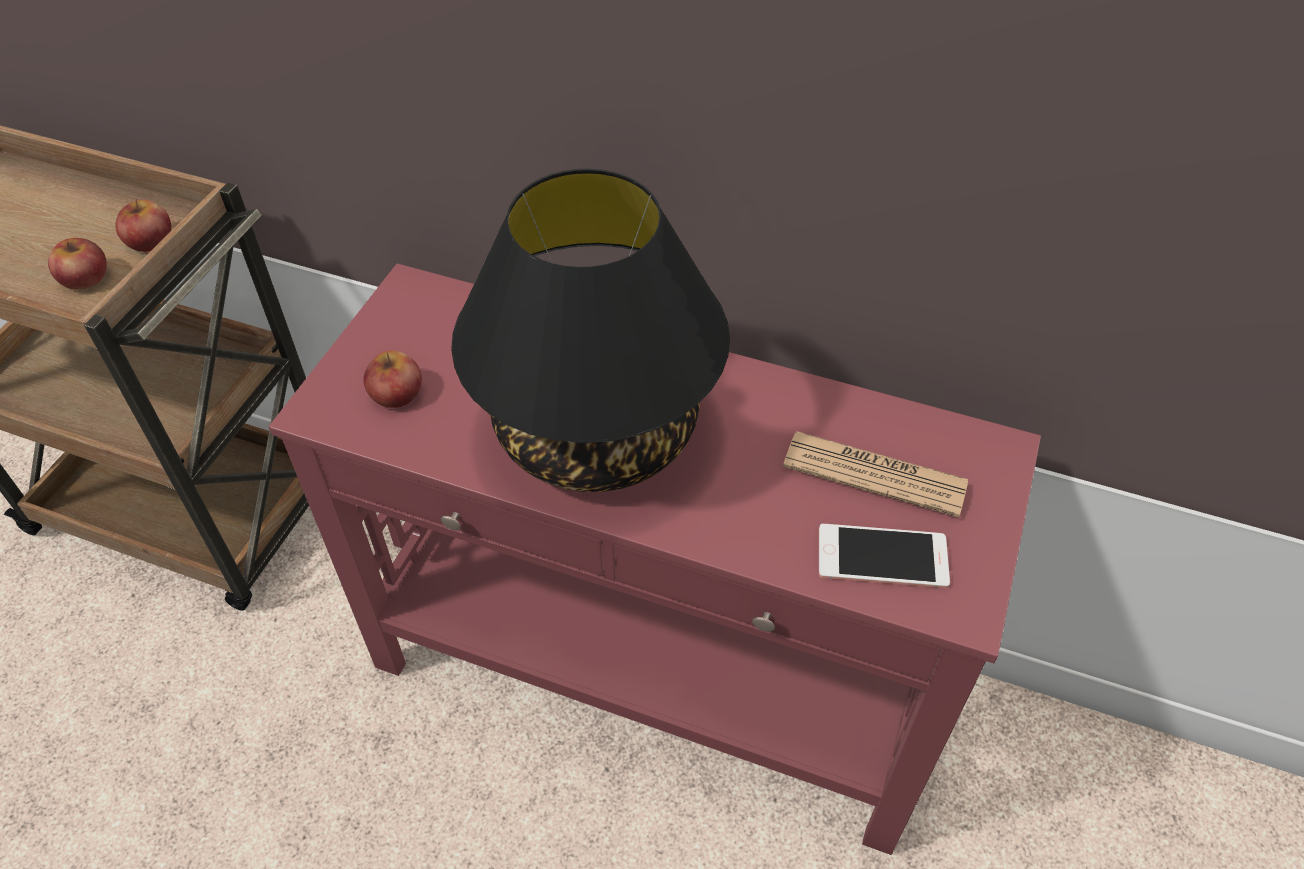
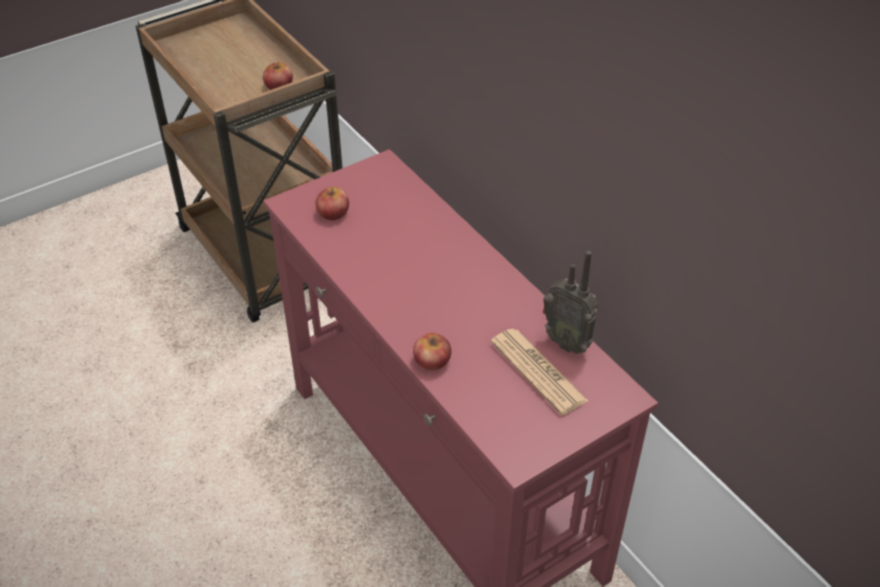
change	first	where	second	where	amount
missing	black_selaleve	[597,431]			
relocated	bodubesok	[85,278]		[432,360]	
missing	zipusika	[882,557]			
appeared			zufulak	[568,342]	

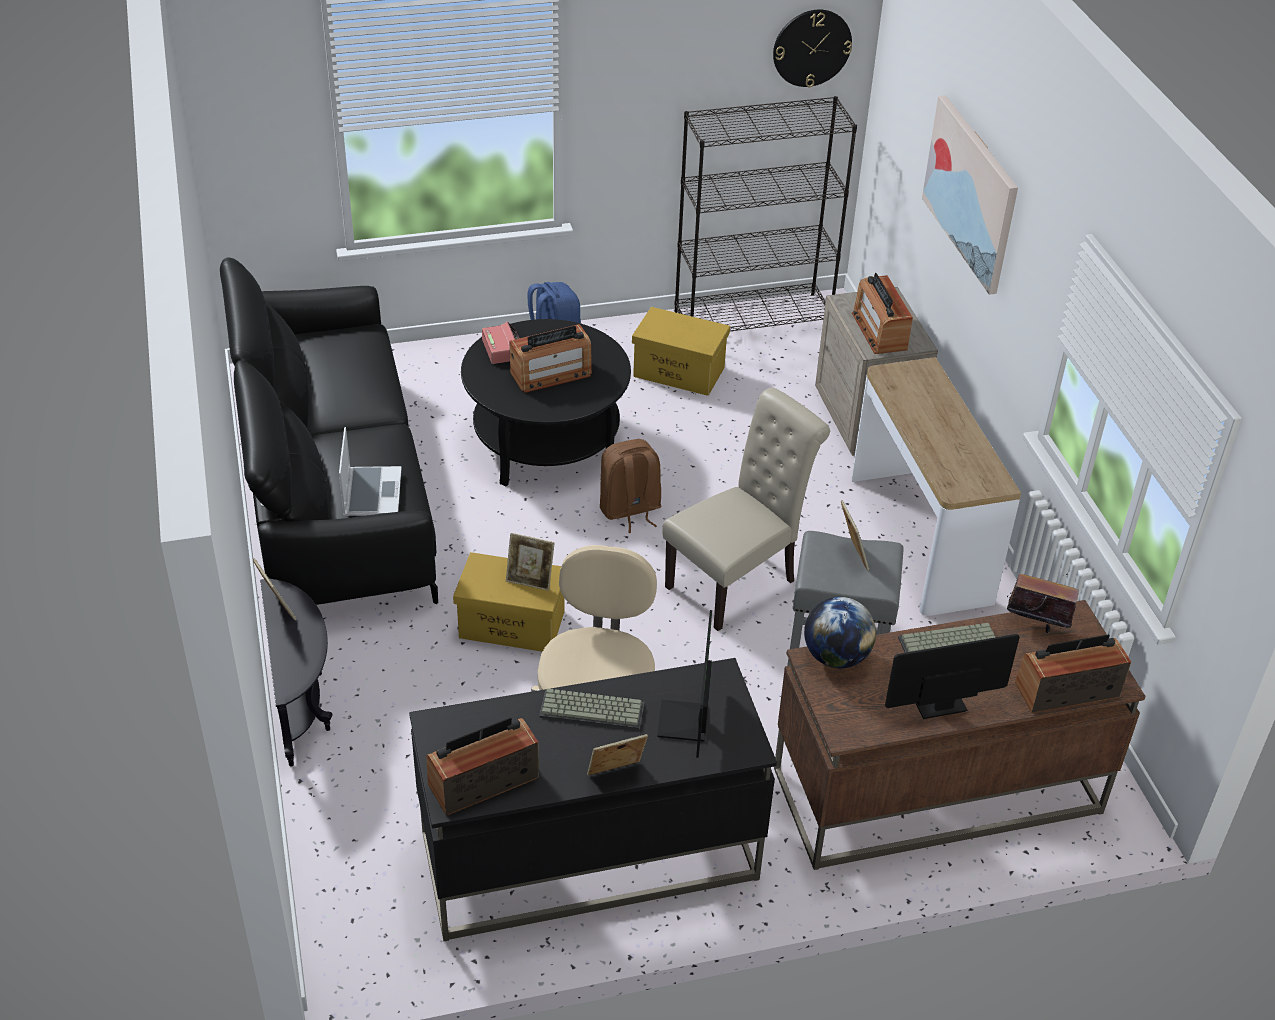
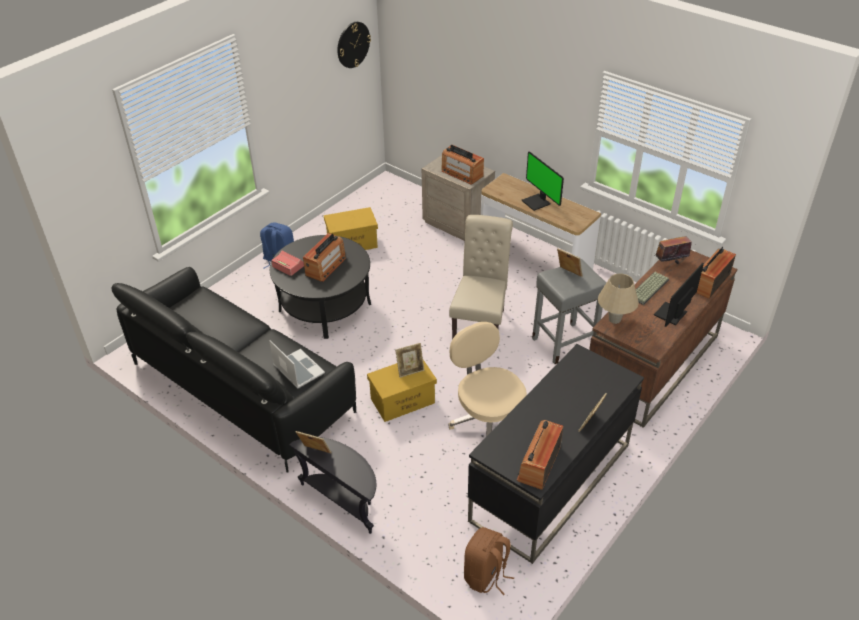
change	first	where	second	where	amount
missing	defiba	[971,192]			
missing	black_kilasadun	[753,317]			
relocated	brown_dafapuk	[630,510]		[486,576]	
exchanged	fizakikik	[836,657]	beige_selaleve	[614,319]	
relocated	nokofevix	[686,723]		[537,202]	
missing	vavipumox	[593,709]			

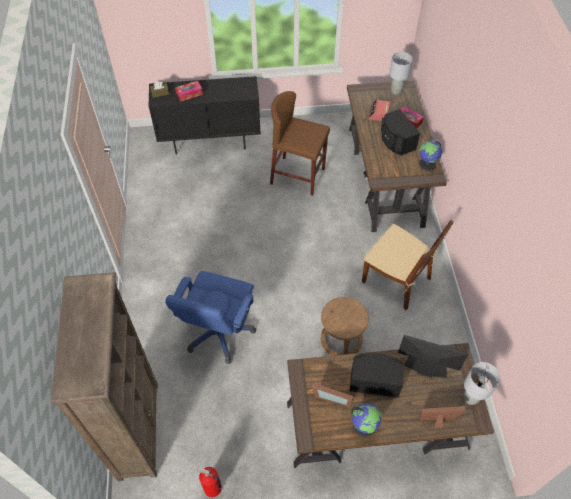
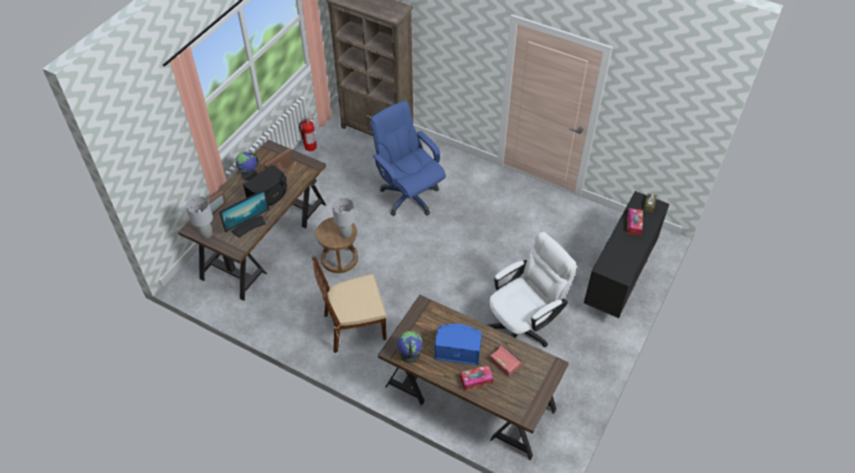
change	first	where	second	where	amount
relocated	grey_selaleve	[395,91]		[346,234]	
exchanged	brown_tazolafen	[297,176]	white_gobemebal	[523,326]	
colour	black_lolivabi	[396,141]	blue_lolivabi	[457,350]	

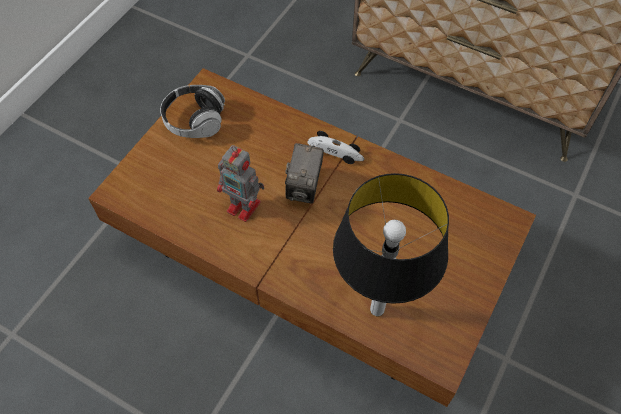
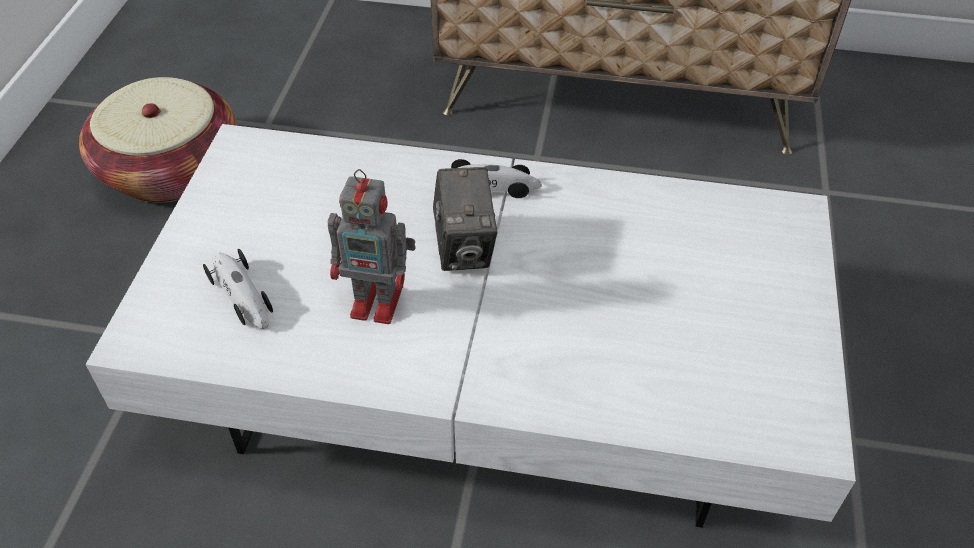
change	first	where	second	where	amount
colour	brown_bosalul	[312,256]	white_bosalul	[488,381]	
missing	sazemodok	[195,120]			
missing	selaleve	[377,310]			
appeared			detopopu	[171,169]	
appeared			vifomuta	[242,295]	

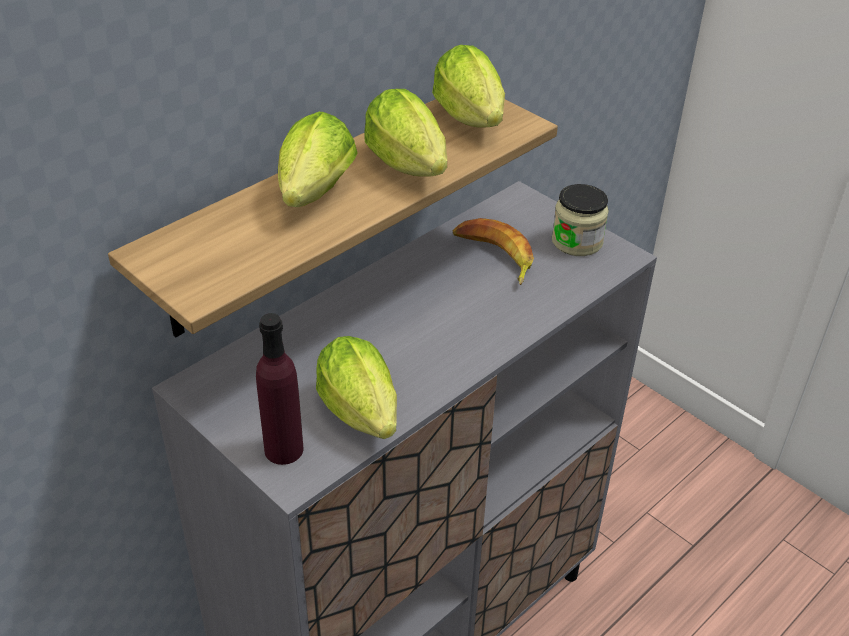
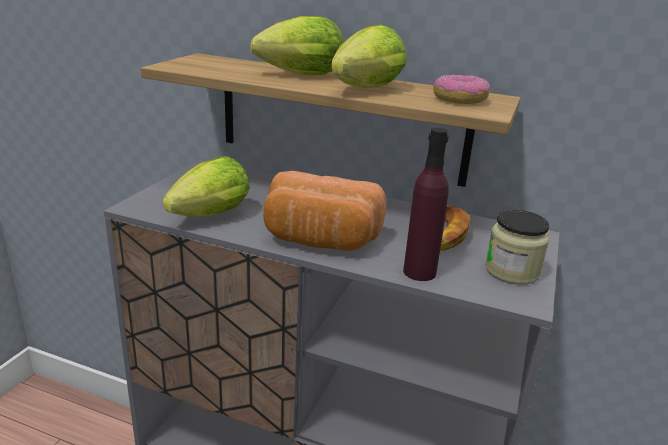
change	first	where	second	where	amount
exchanged	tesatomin	[472,122]	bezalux	[459,99]	
relocated	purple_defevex	[284,449]		[419,272]	
appeared			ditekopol	[320,240]	

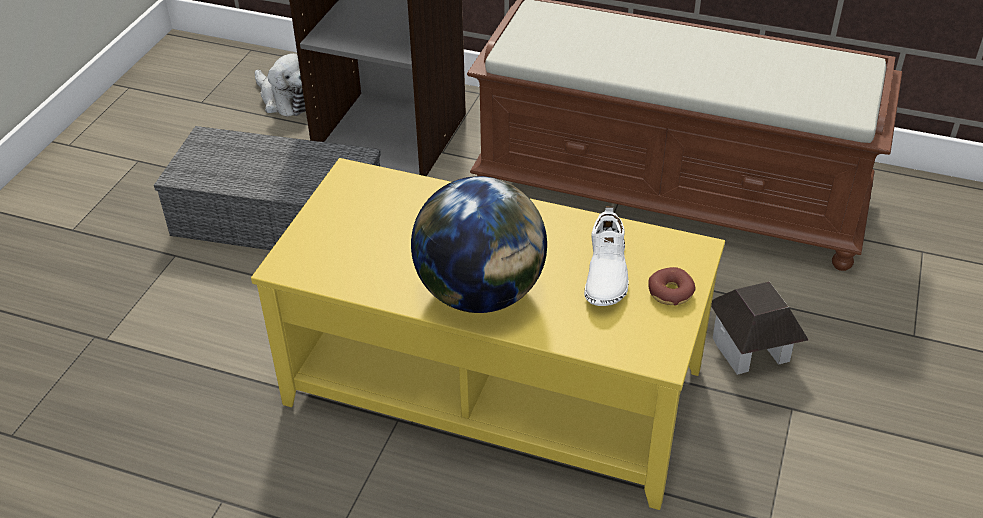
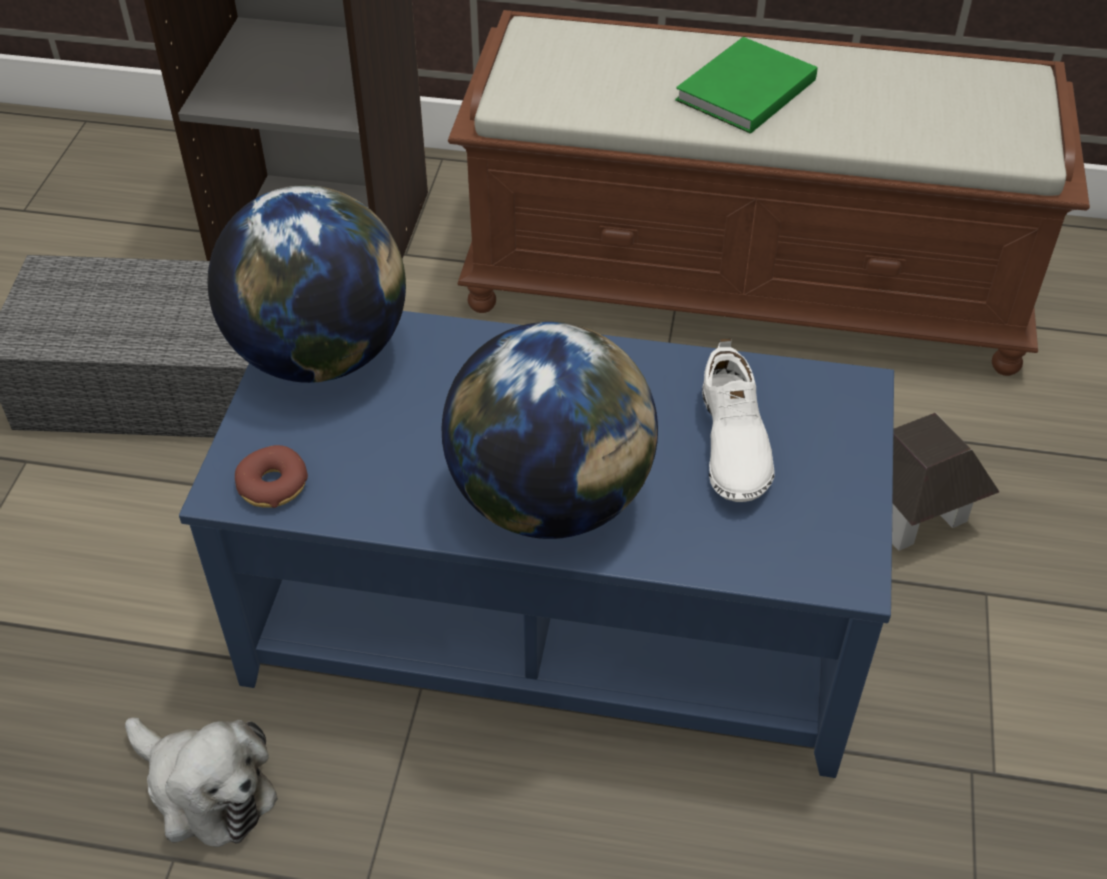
change	first	where	second	where	amount
relocated	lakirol	[285,99]		[205,790]	
colour	yellow_bosalul	[495,384]	blue_bosalul	[555,610]	
relocated	bezalux	[670,292]		[273,485]	
appeared			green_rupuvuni	[742,91]	
appeared			fizakikik	[320,355]	

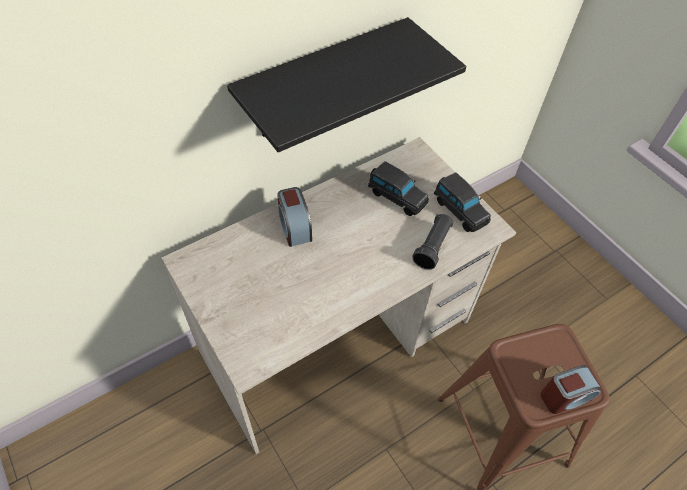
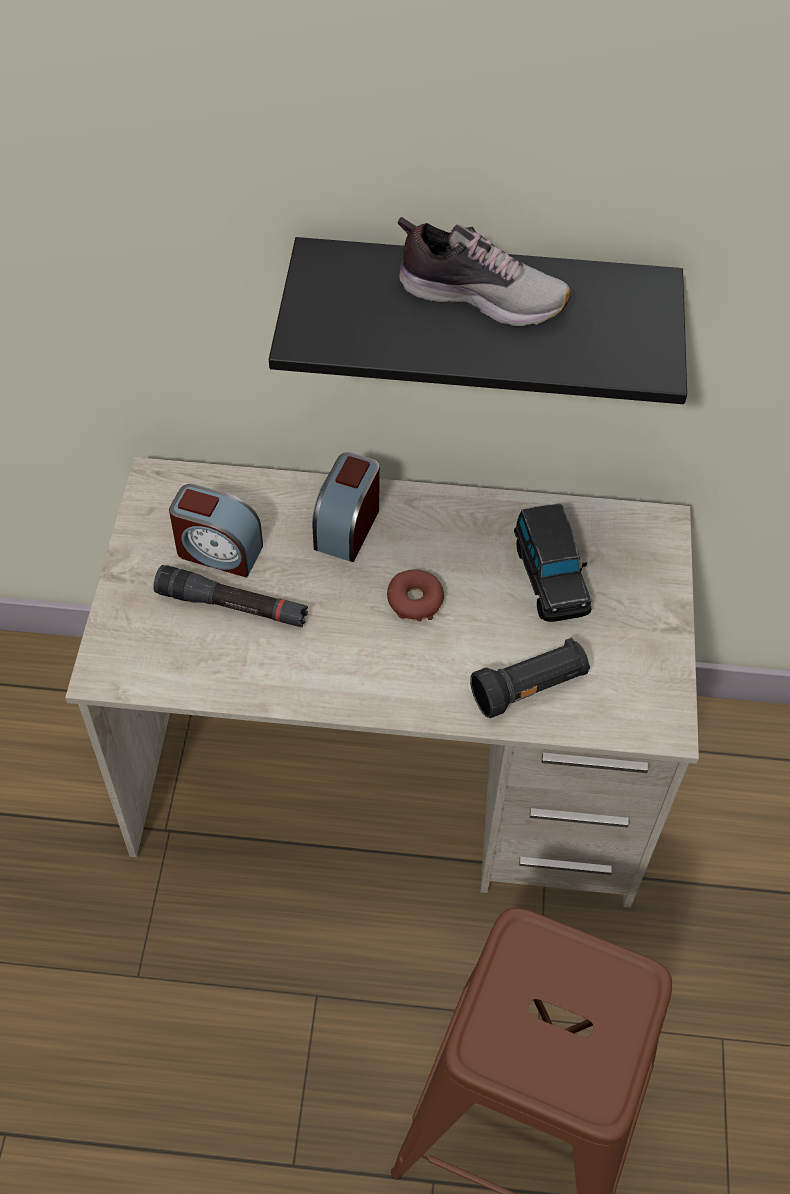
change	first	where	second	where	amount
missing	black_vifomuta	[459,210]			
relocated	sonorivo	[565,396]		[218,551]	
appeared			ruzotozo	[481,296]	
appeared			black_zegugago	[232,606]	
appeared			bezalux	[415,601]	

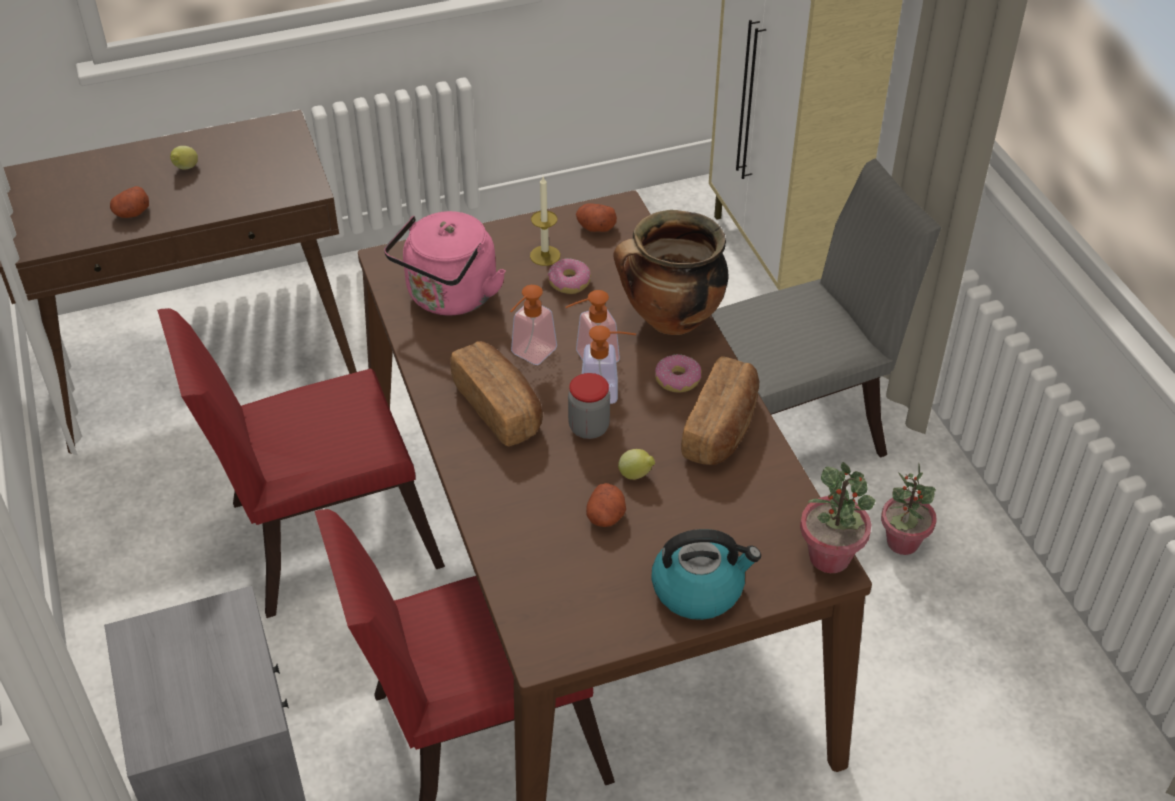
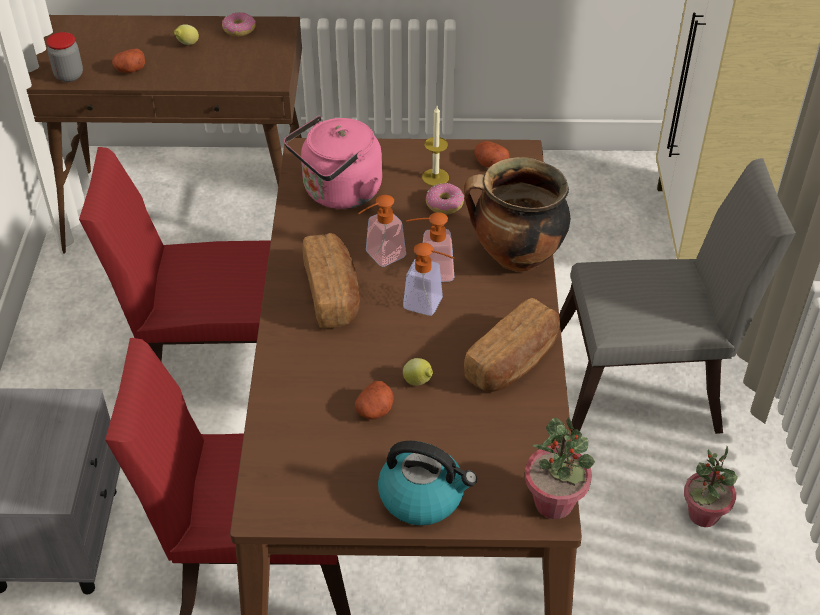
change	first	where	second	where	amount
relocated	bezalux	[677,380]		[239,30]	
relocated	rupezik	[589,427]		[69,75]	

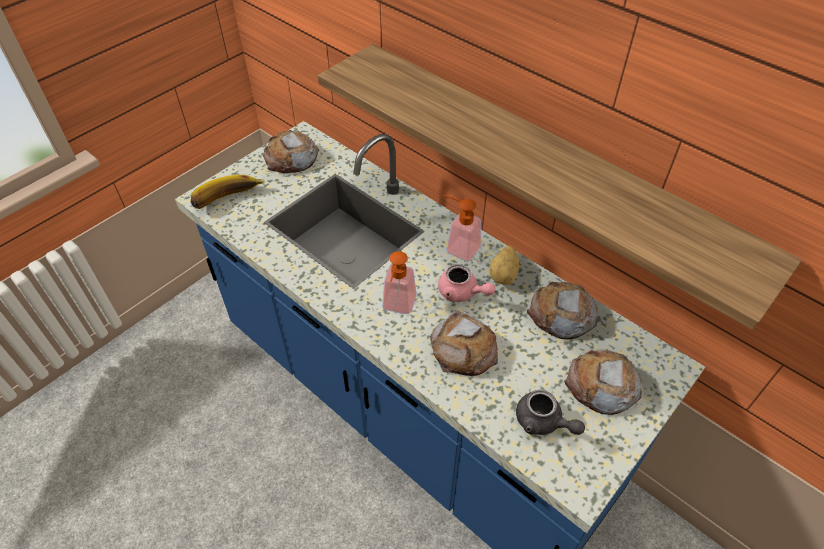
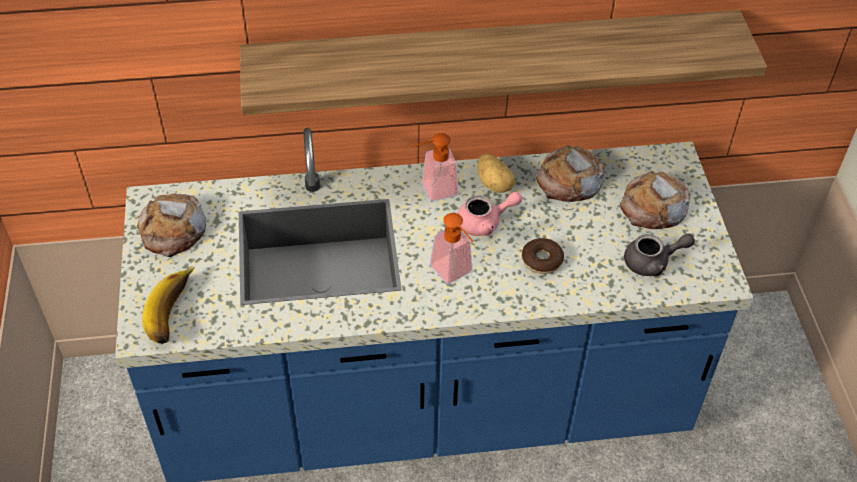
change	first	where	second	where	amount
exchanged	ditekopol	[464,348]	bezalux	[542,260]	

